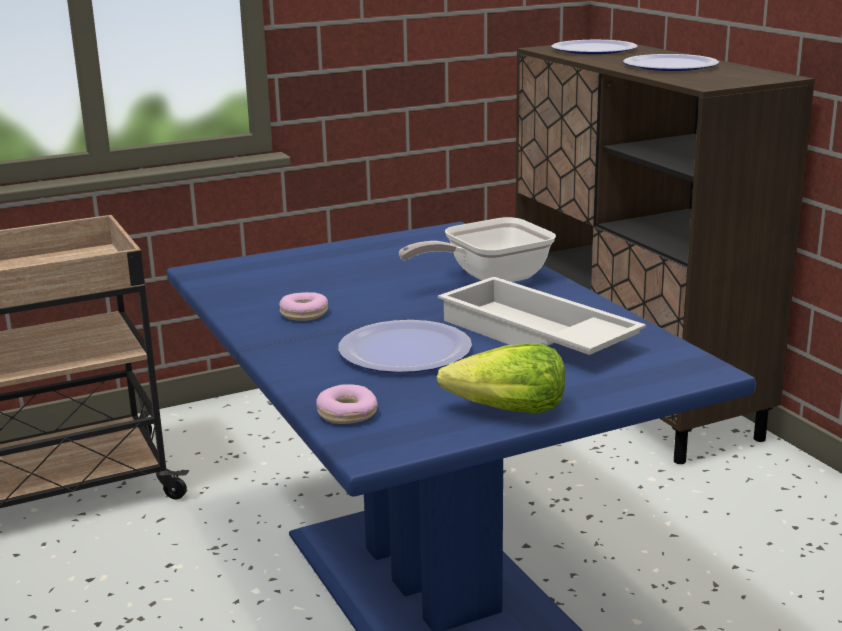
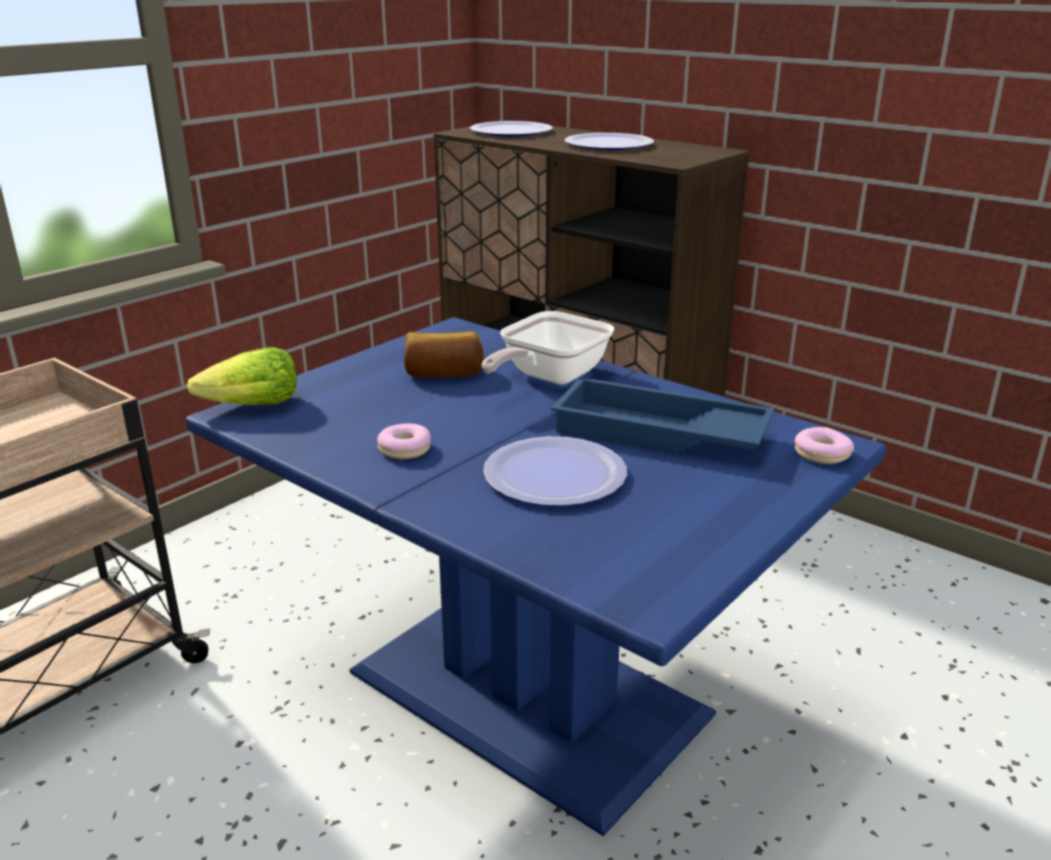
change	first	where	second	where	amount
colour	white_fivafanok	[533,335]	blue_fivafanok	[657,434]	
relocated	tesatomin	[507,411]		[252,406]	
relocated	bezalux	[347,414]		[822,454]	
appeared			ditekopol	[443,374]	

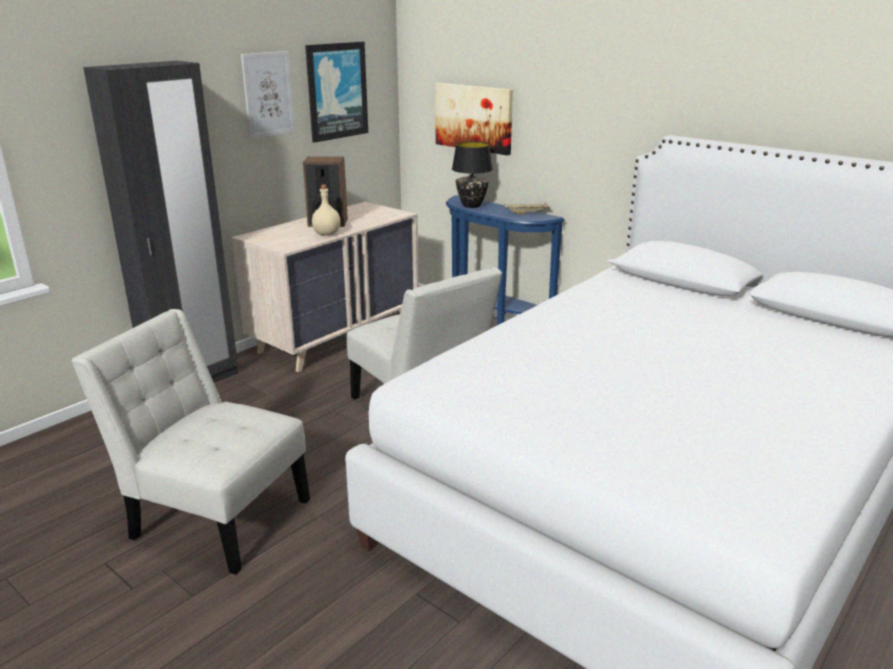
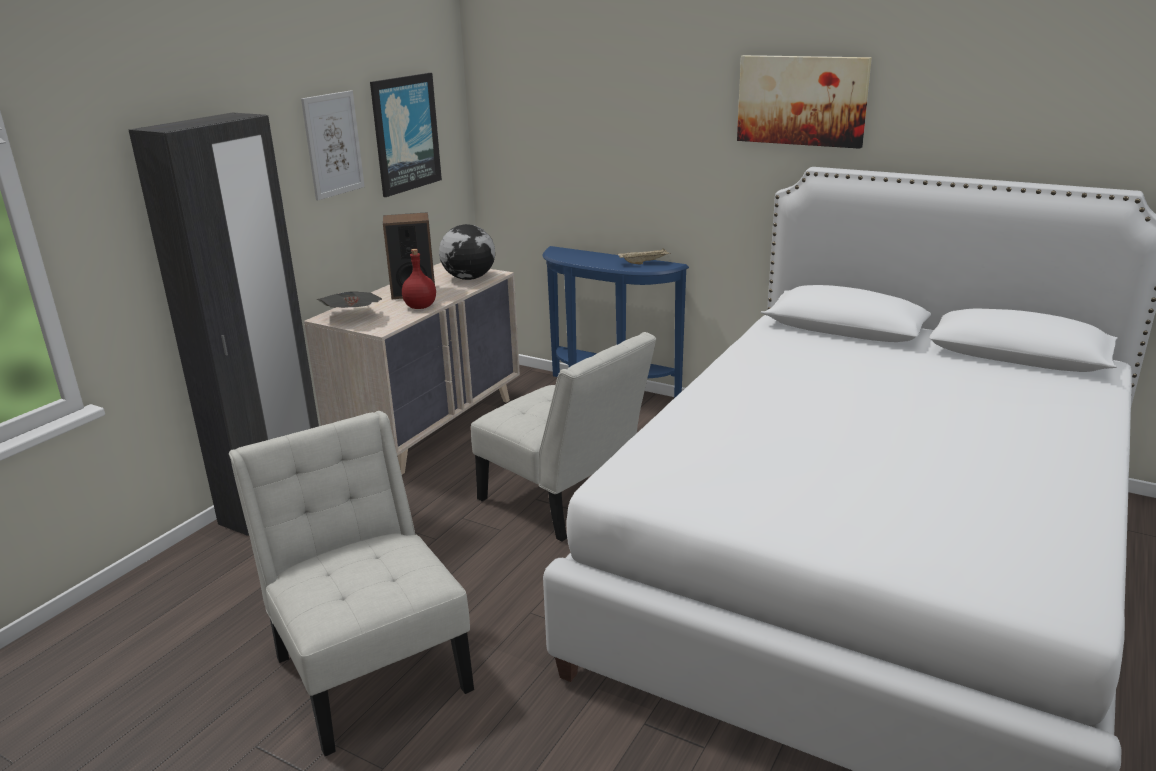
change	first	where	second	where	amount
relocated	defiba	[474,117]		[802,100]	
missing	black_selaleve	[471,206]			
colour	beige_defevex	[326,234]	red_defevex	[420,307]	
spun	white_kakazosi	[214,515]		[369,666]	45 degrees clockwise
appeared			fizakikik	[469,278]	
appeared			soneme	[353,316]	

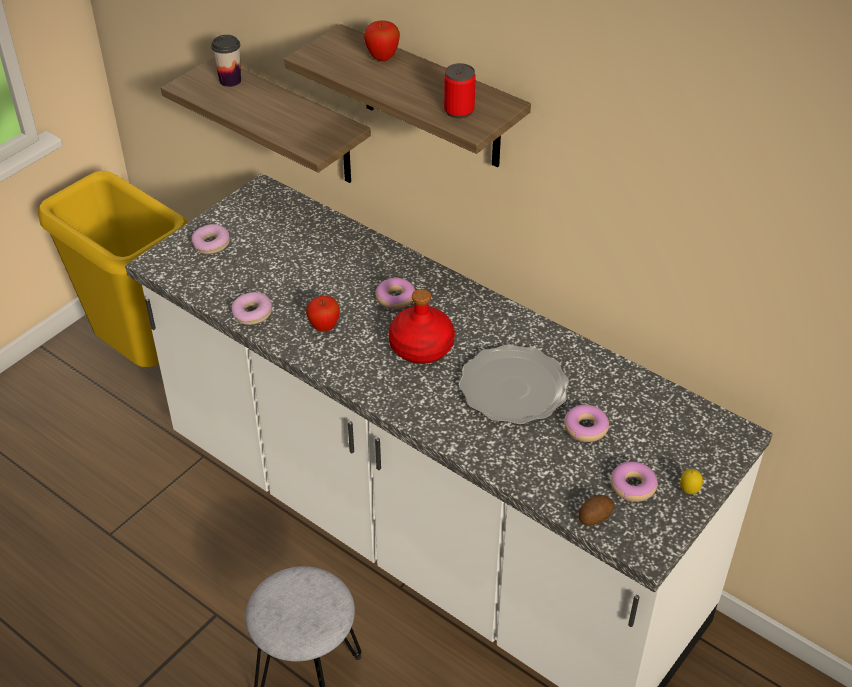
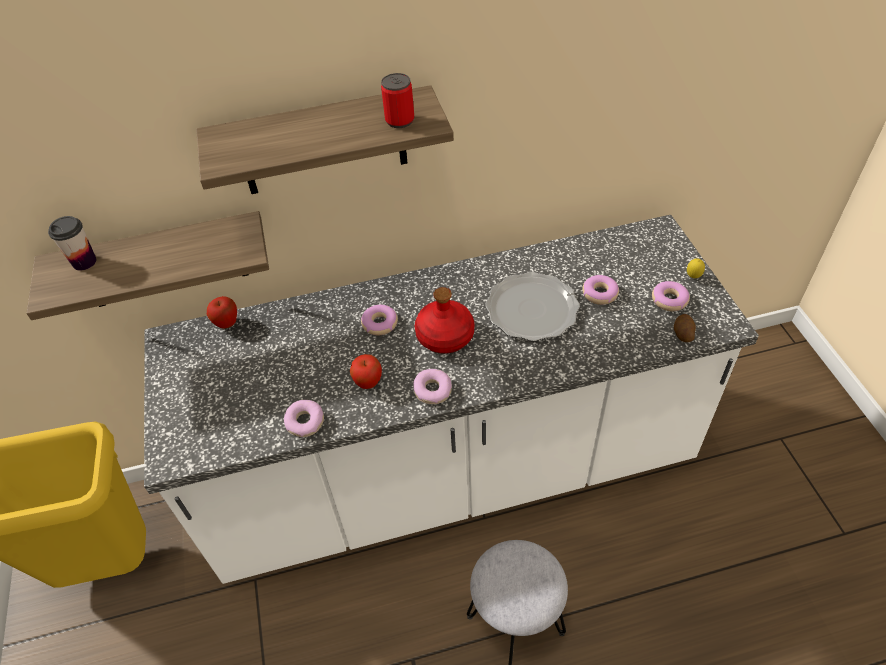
change	first	where	second	where	amount
relocated	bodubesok	[382,58]		[227,324]	
relocated	bezalux	[211,244]		[432,390]	

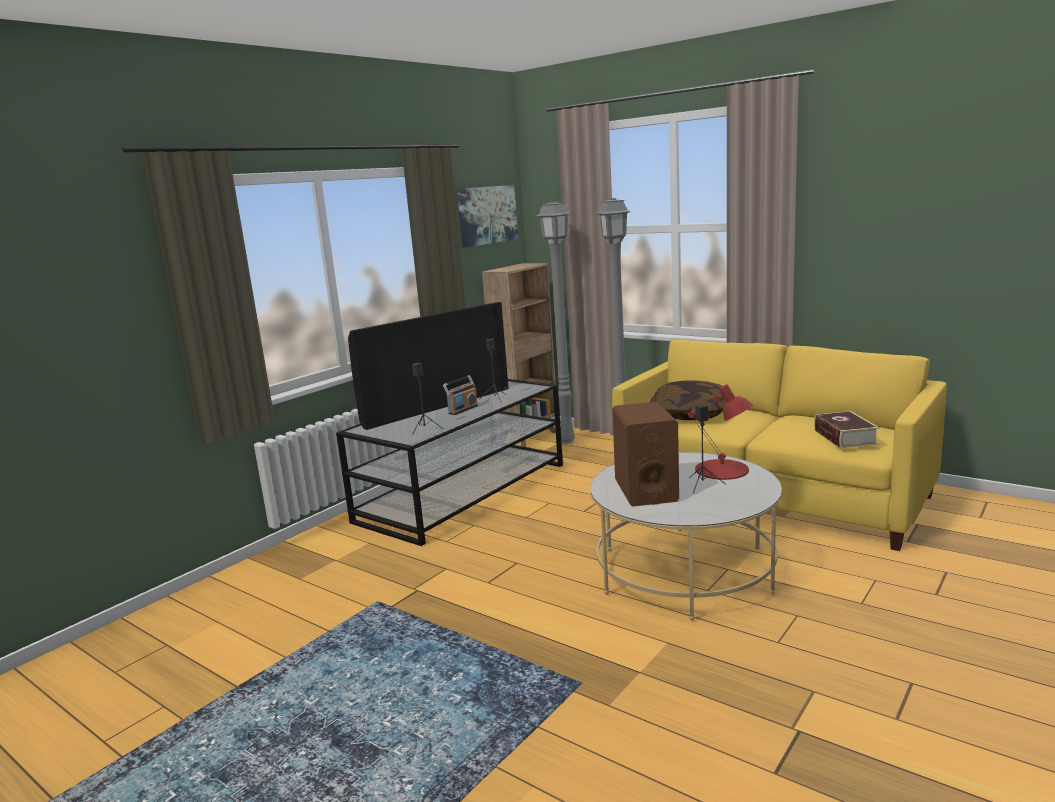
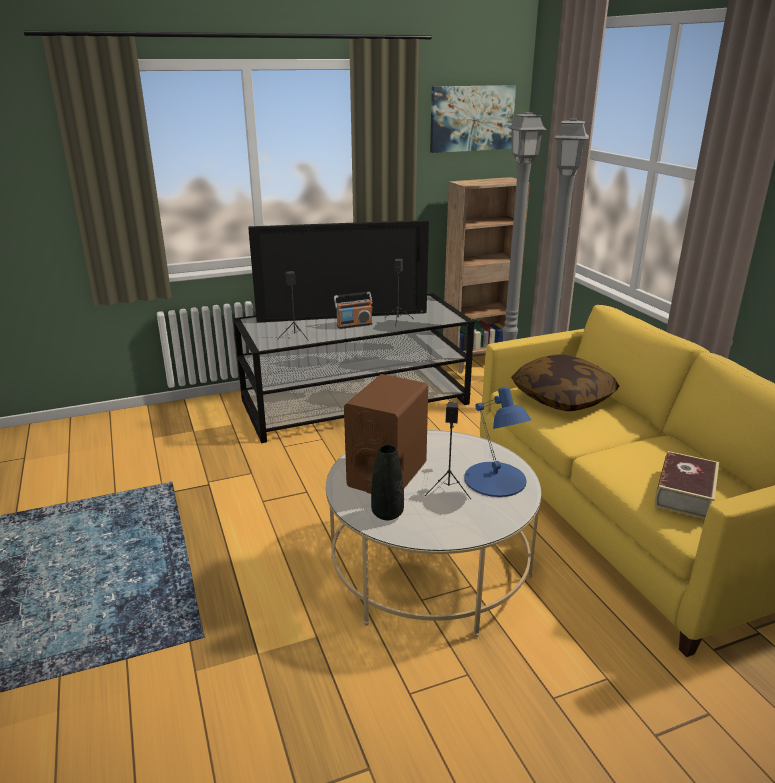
change	first	where	second	where	amount
colour	red_selaleve	[722,470]	blue_selaleve	[495,480]	
appeared			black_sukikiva	[387,514]	

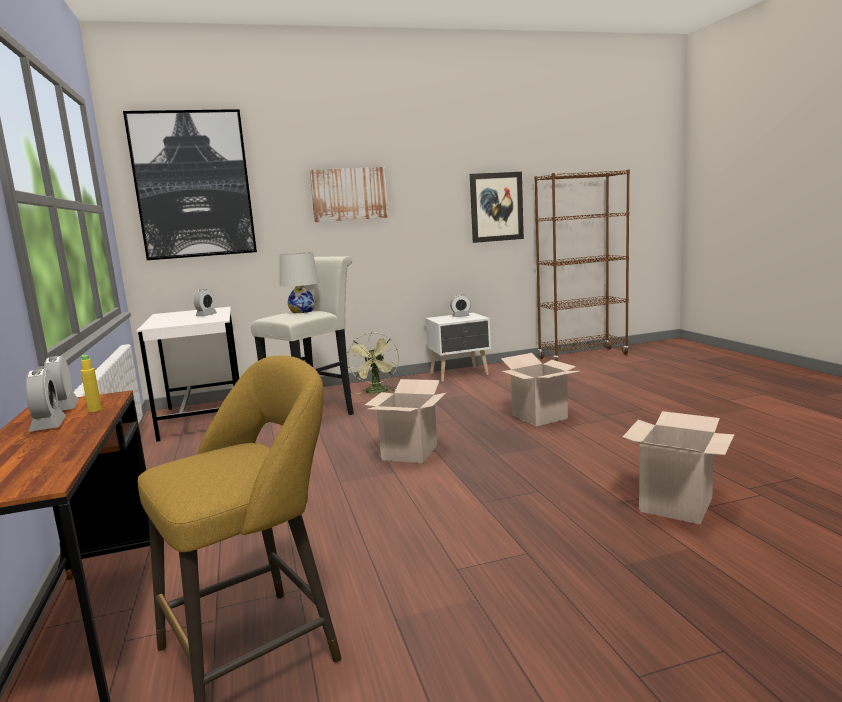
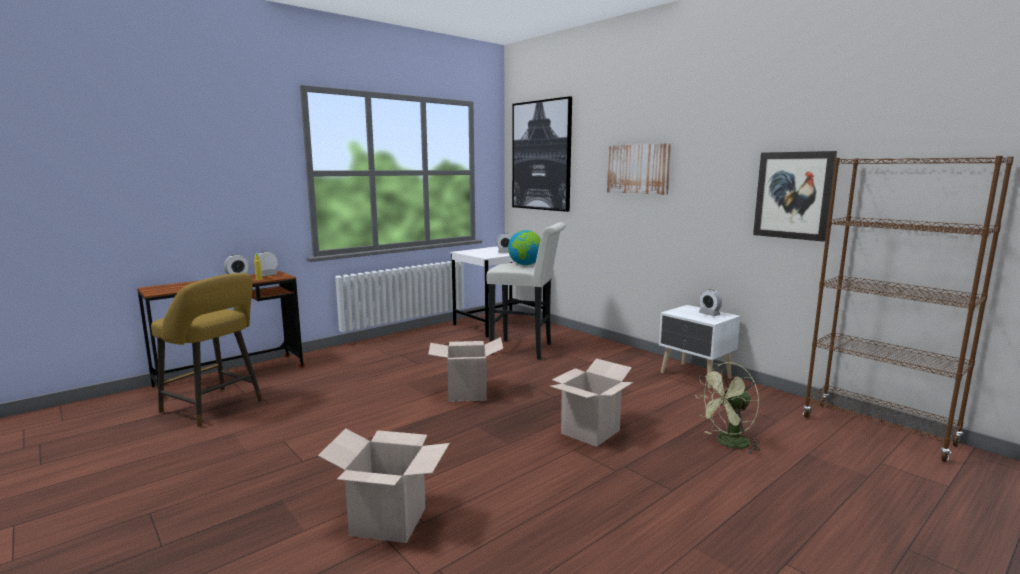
change	first	where	second	where	amount
exchanged	white_selaleve	[302,311]	fizakikik	[525,265]	
relocated	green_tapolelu	[377,392]		[728,444]	

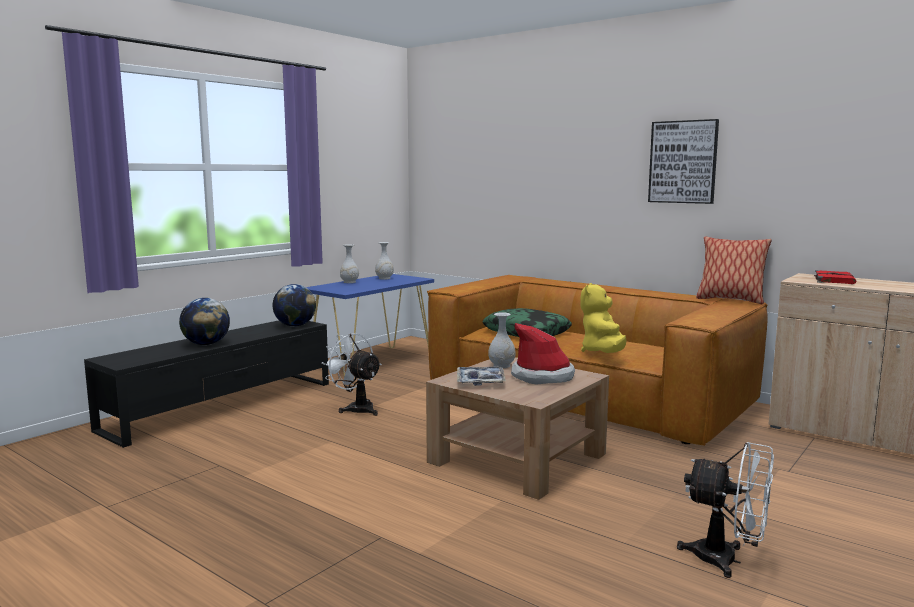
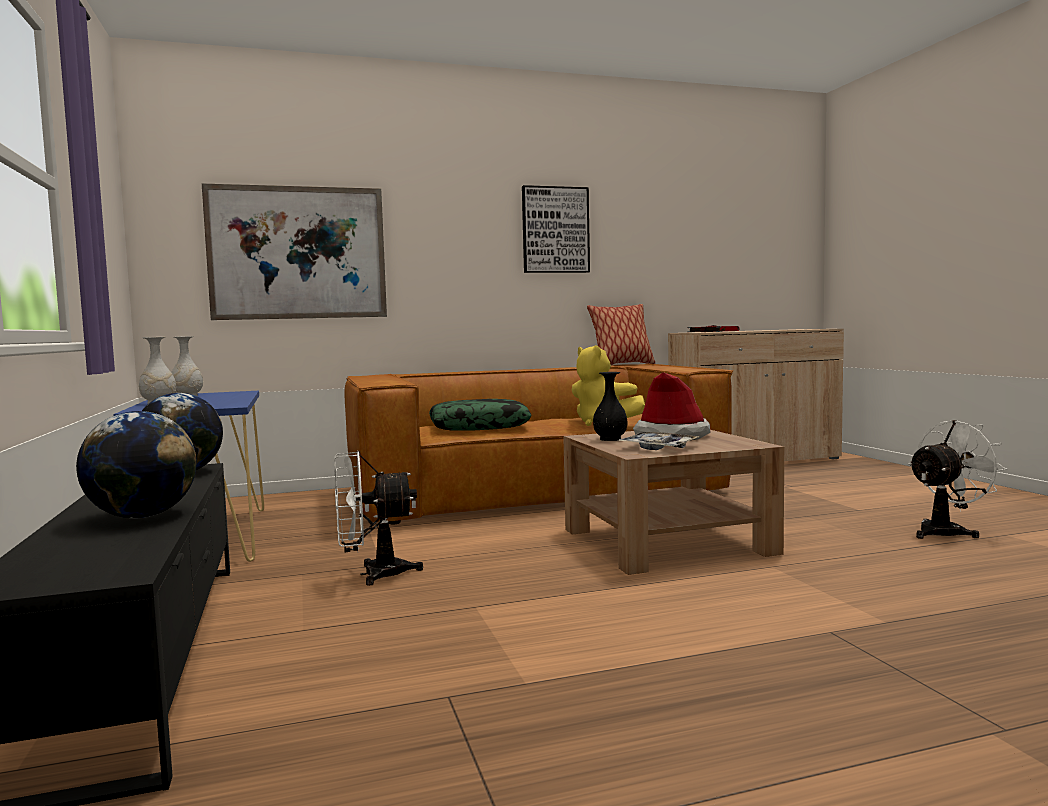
change	first	where	second	where	amount
colour	white_sukikiva	[502,366]	black_sukikiva	[610,439]	
appeared			defiba	[298,253]	

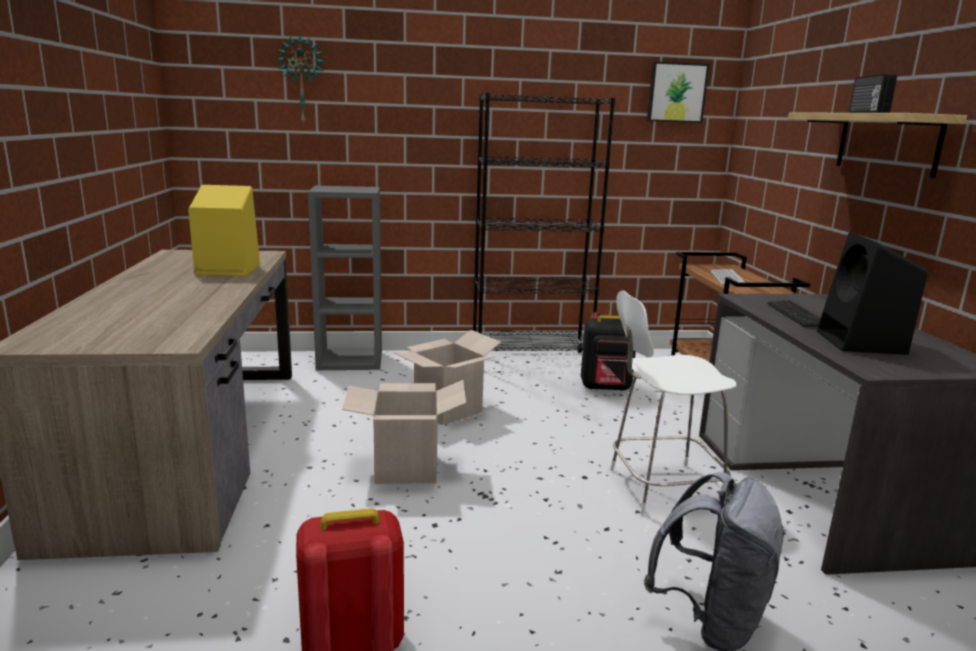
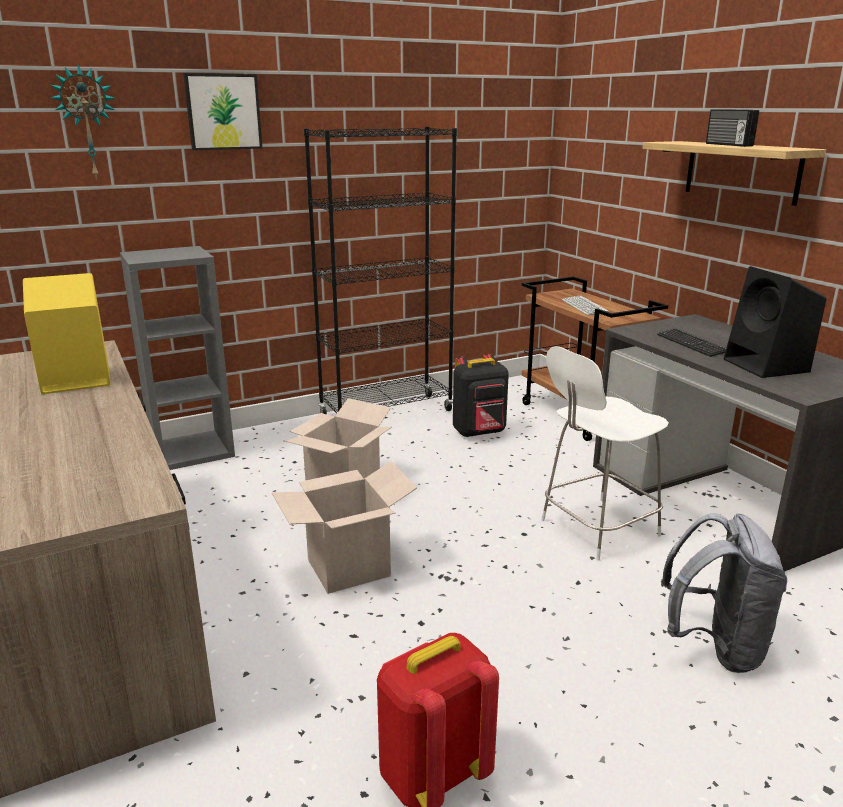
change	first	where	second	where	amount
relocated	defiba	[676,92]		[223,112]	

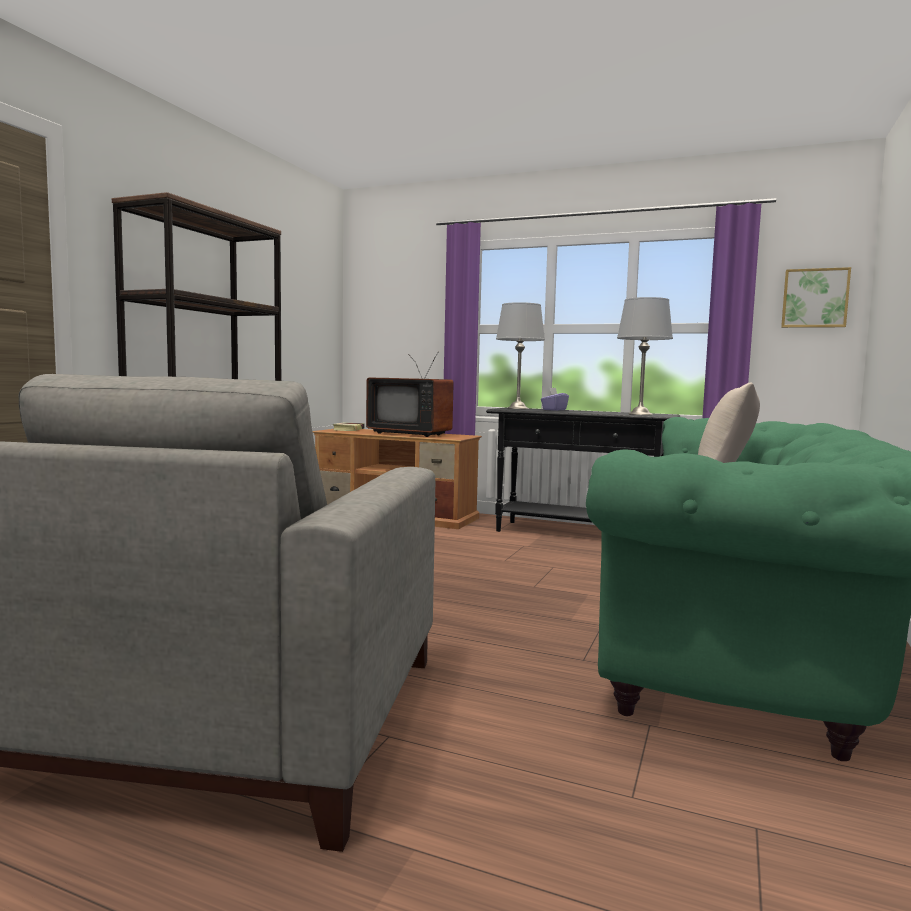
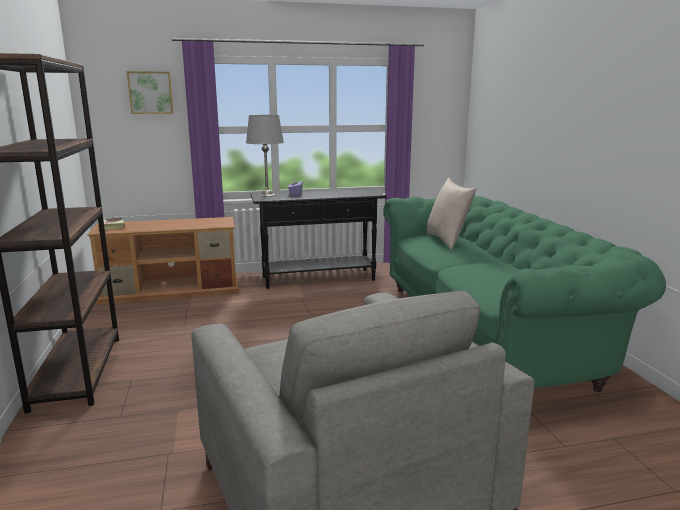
change	first	where	second	where	amount
relocated	defiba	[814,298]		[150,92]	
missing	grey_selaleve	[639,414]			
missing	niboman	[411,433]			

